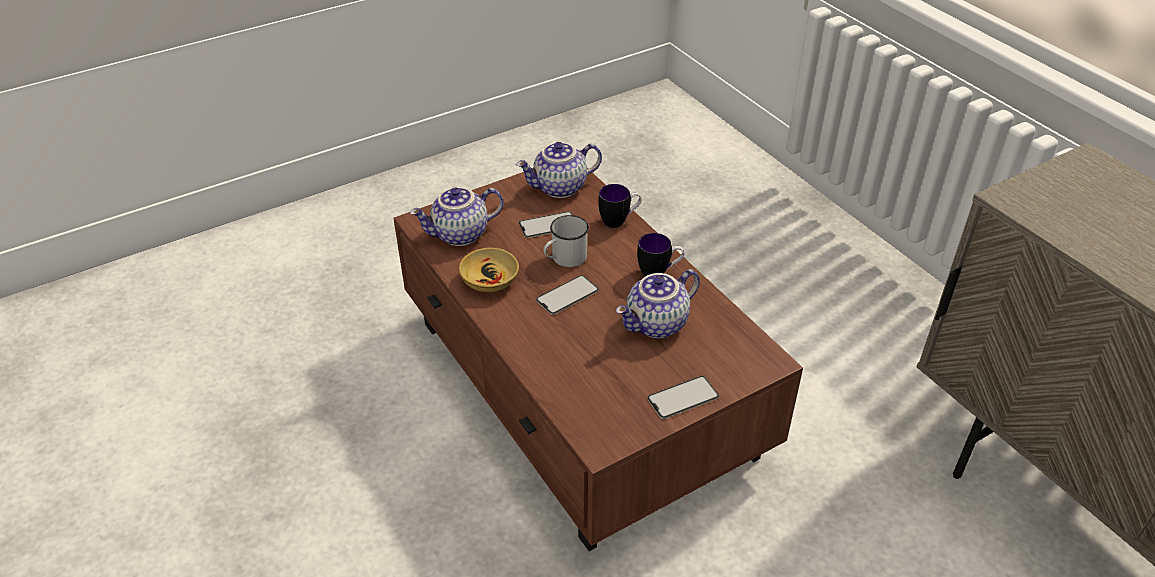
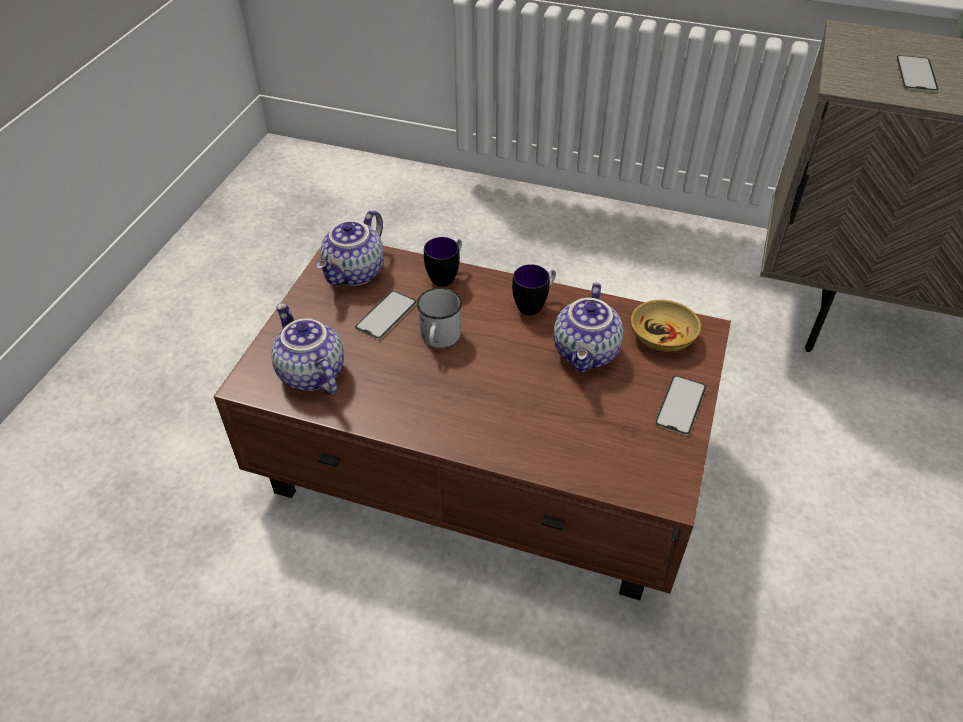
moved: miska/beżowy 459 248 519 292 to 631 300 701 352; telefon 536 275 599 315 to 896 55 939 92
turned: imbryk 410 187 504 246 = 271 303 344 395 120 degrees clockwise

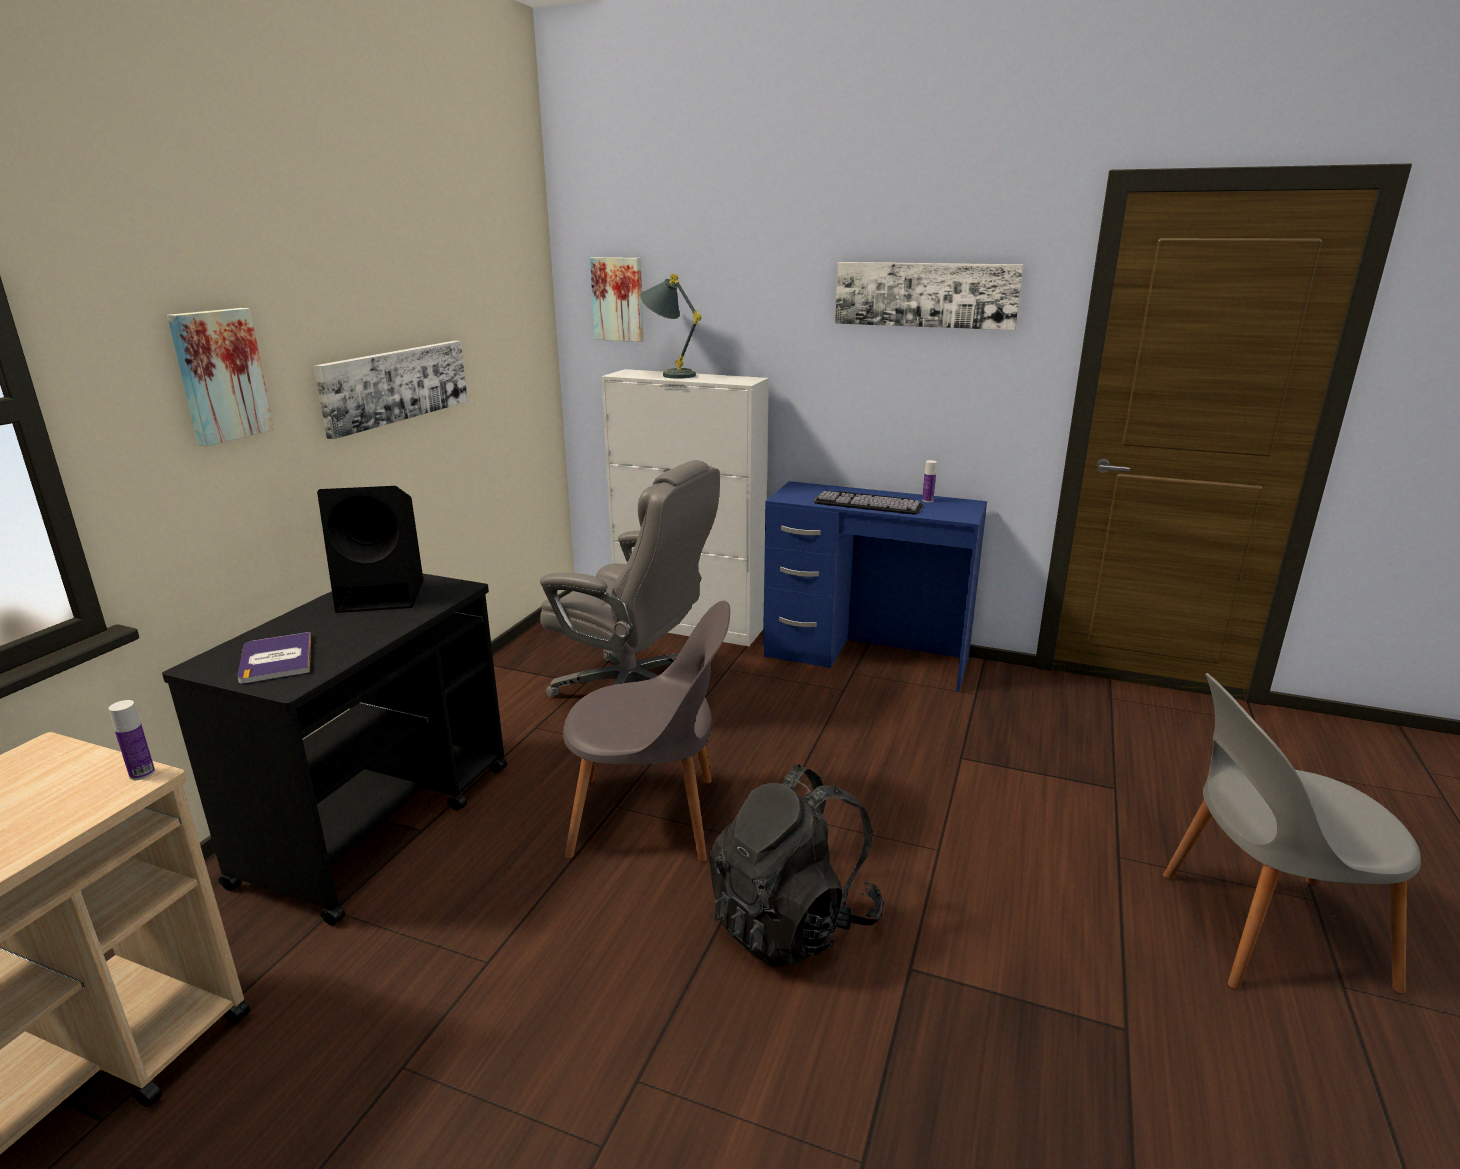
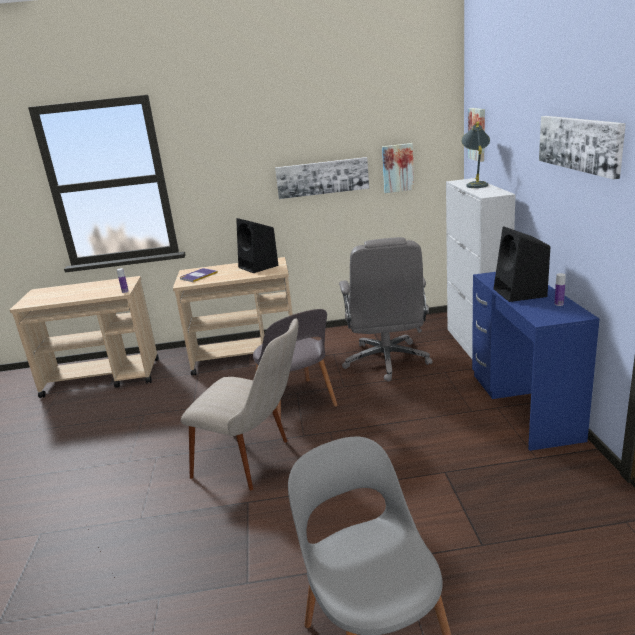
moved: obraz 167 308 274 446 to 382 143 414 193
replaced: klawiatura 813 491 924 514 to głośnik/czarny 494 226 550 302; plecak/czarny 709 764 884 968 to krzesło/beżowy 181 318 299 490
recoloured: wózek/czarny 162 574 507 926 to wózek/beżowy 173 257 293 376

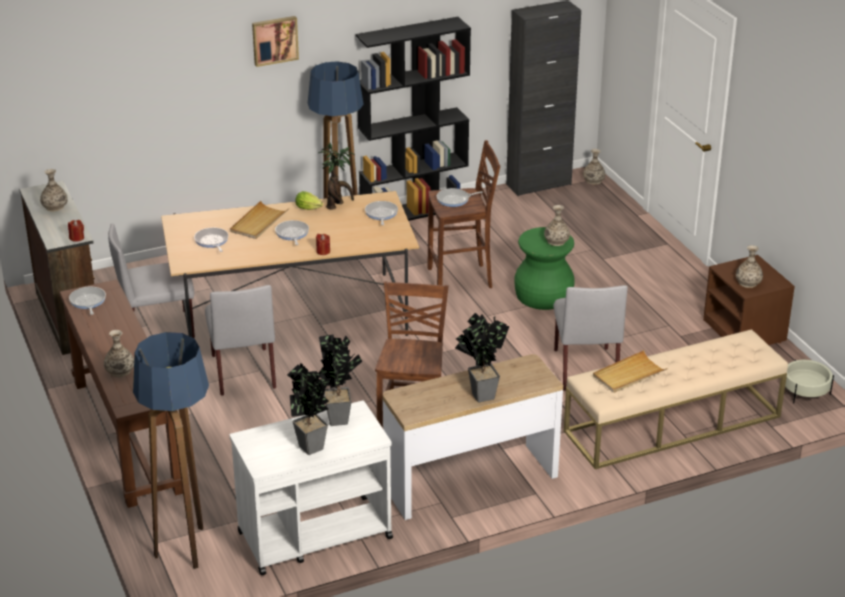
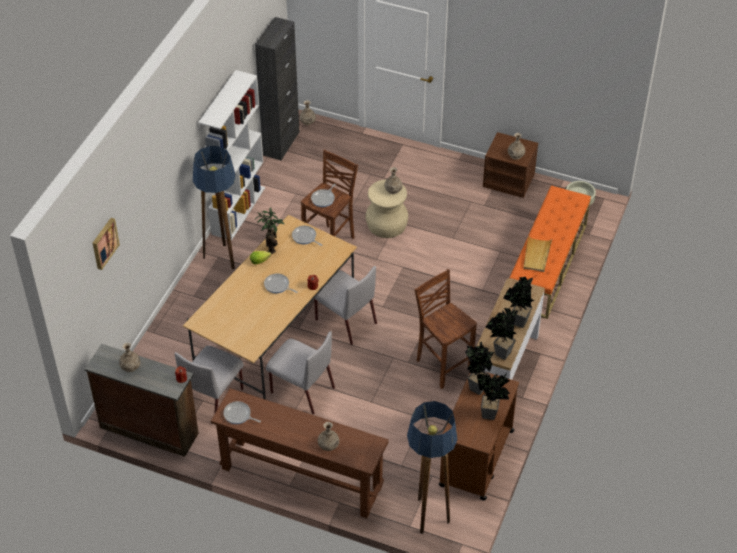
removed: taca/beżowy 230 201 289 239; patelnia 194 228 228 252
added: roślina doniczkowa 486 308 518 360
moved: obraz 252 16 299 67 to 93 218 120 270; krzesło/szary 553 285 628 391 to 314 266 377 345
recoloured: regał/czarny 356 17 471 221 to regał/biały 198 70 265 241; stołek/zielony 514 227 575 310 to stołek/beżowy 365 179 408 238; ławka/beżowy 564 329 788 469 to ławka/pomarańczowy 509 186 591 319; wózek/biały 230 401 393 575 to wózek/brązowy 439 371 519 500

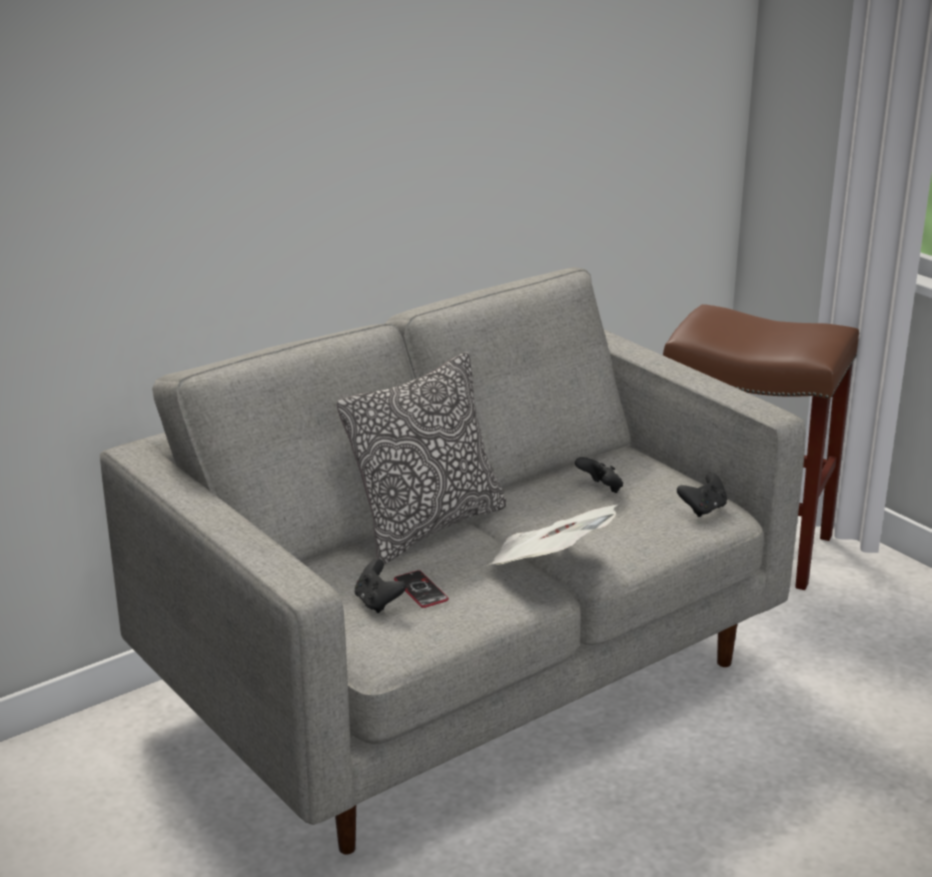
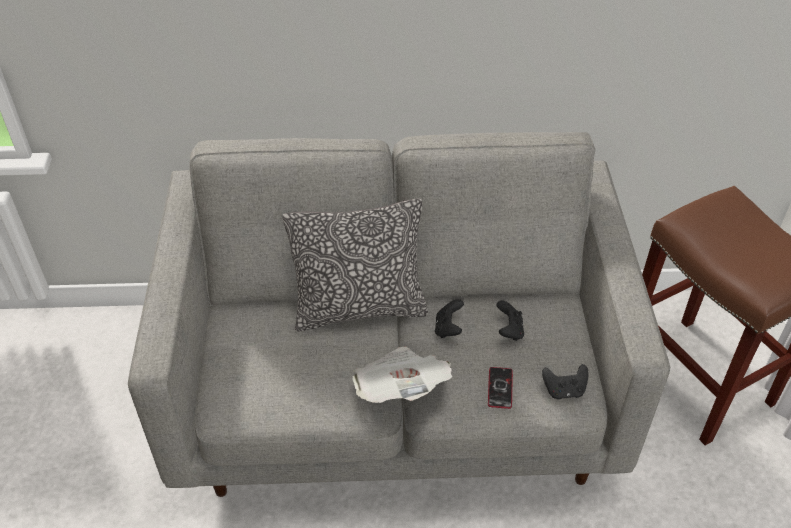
moved: pad do gier/czarny 355 559 406 613 to 435 299 464 338; telefon 394 570 449 608 to 488 367 513 409

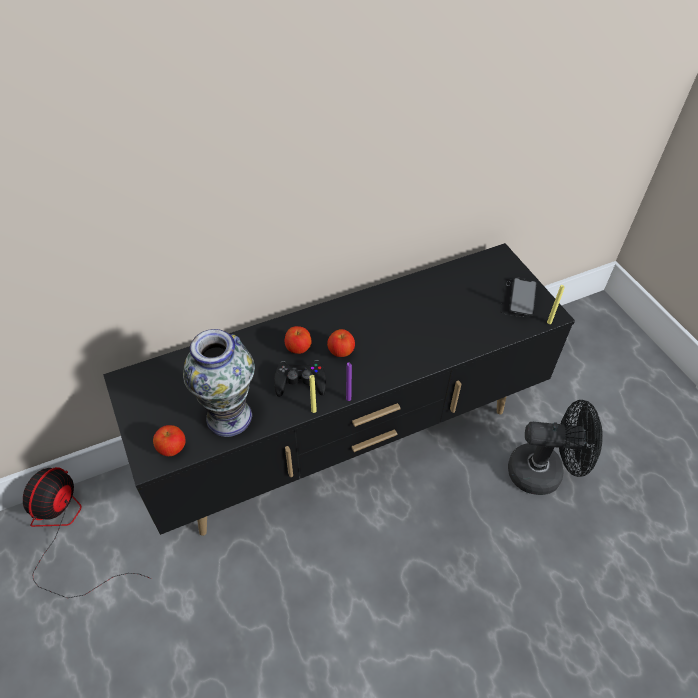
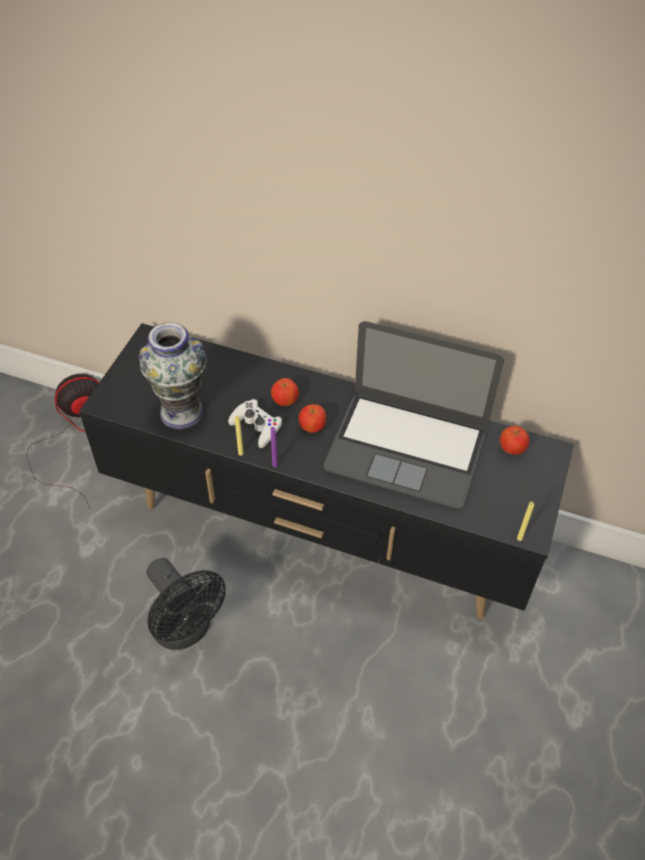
removed: telefon 500 277 537 317
added: laptop 324 321 504 509
moved: wentylator/czarny 508 400 603 495 to 146 558 226 650; jabłko 153 425 186 456 to 500 426 529 455
recoloured: pad do gier/czarny 274 360 326 397 to pad do gier/biały 228 399 282 448

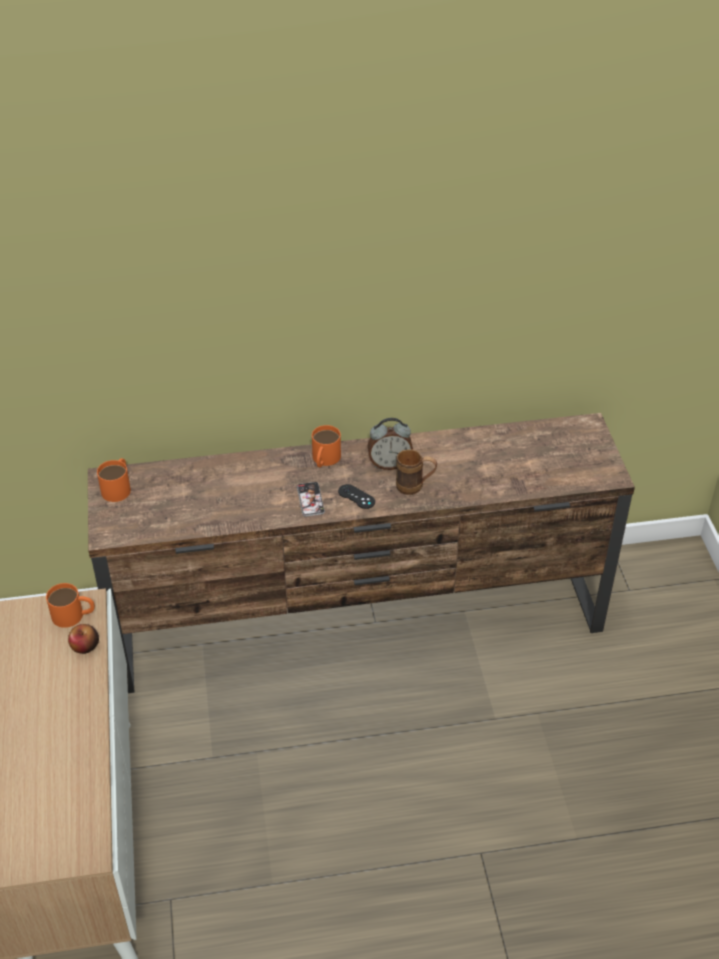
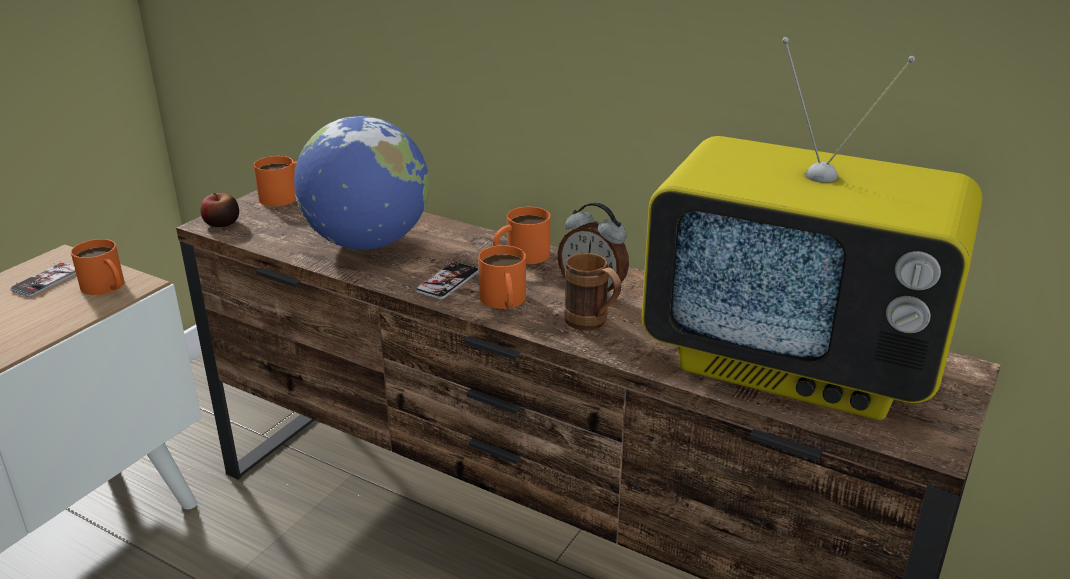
added: telewizor 642 37 983 420; globus 294 116 430 250; telefon 10 261 76 297
moved: jabłko 68 624 99 654 to 200 193 239 227
replaced: pad do gier/czarny 338 484 375 509 to kubek/pomarańczowy 478 245 526 309

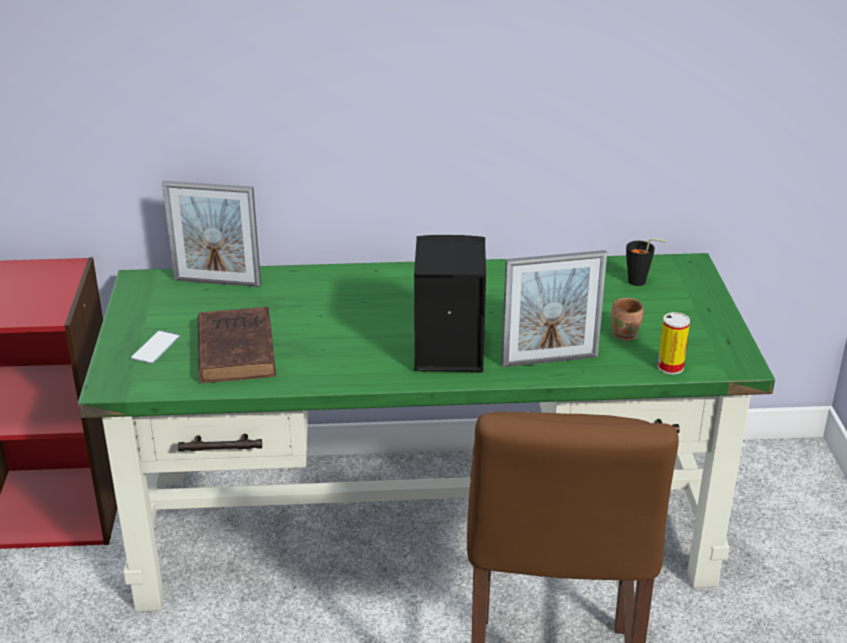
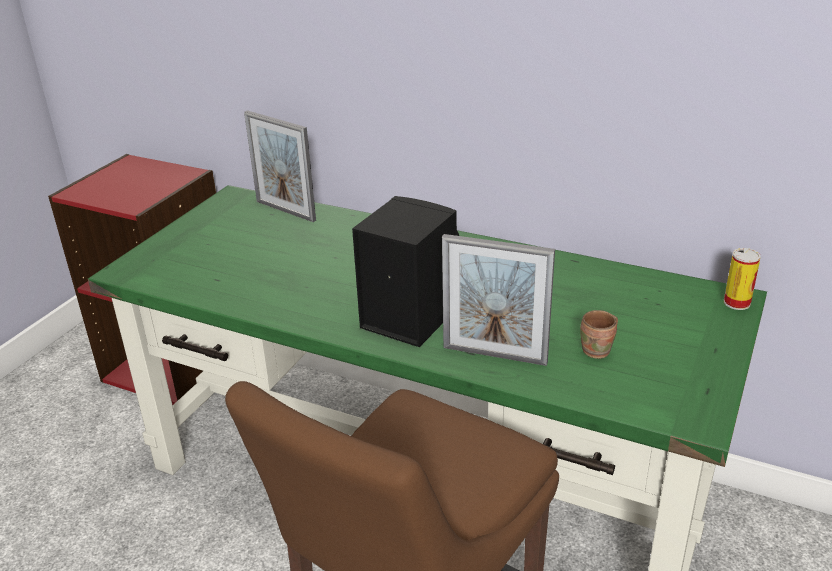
removed: filiżanka/czarny 626 238 666 286; książka/brązowy 198 307 276 383; telefon 131 330 180 364
moved: puszka 658 312 690 375 to 724 248 761 310

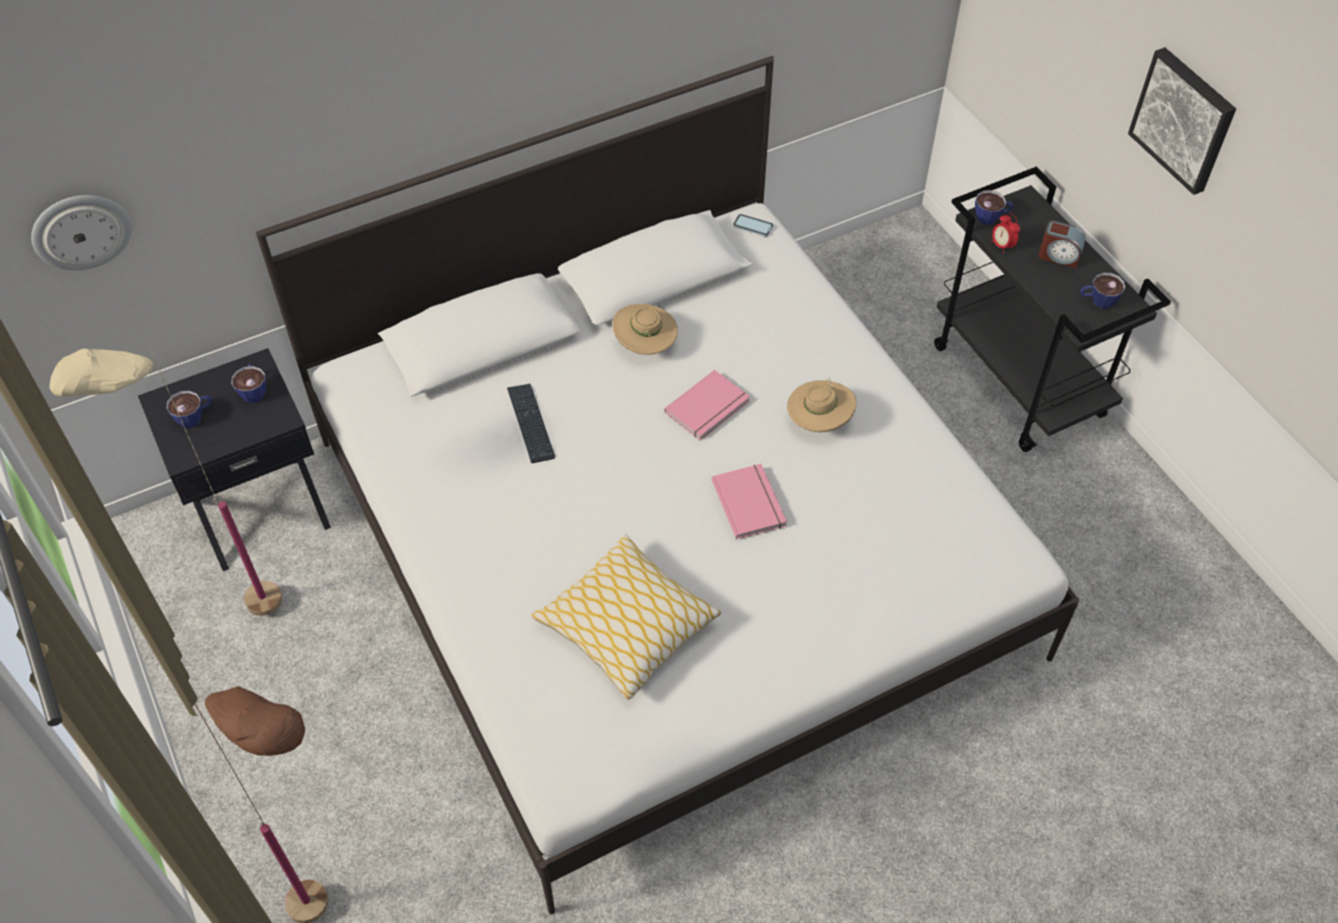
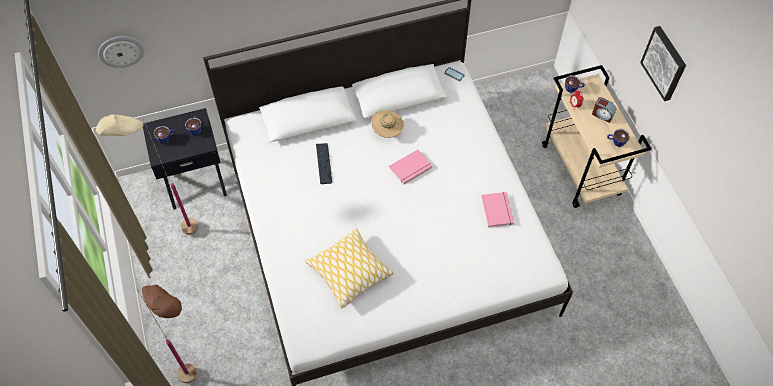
removed: kapelusz/beżowy 787 378 856 432
moved: książka/różowy 712 464 787 539 to 481 192 514 228
recoloured: wózek/czarny 934 167 1171 452 to wózek/beżowy 542 65 652 208

